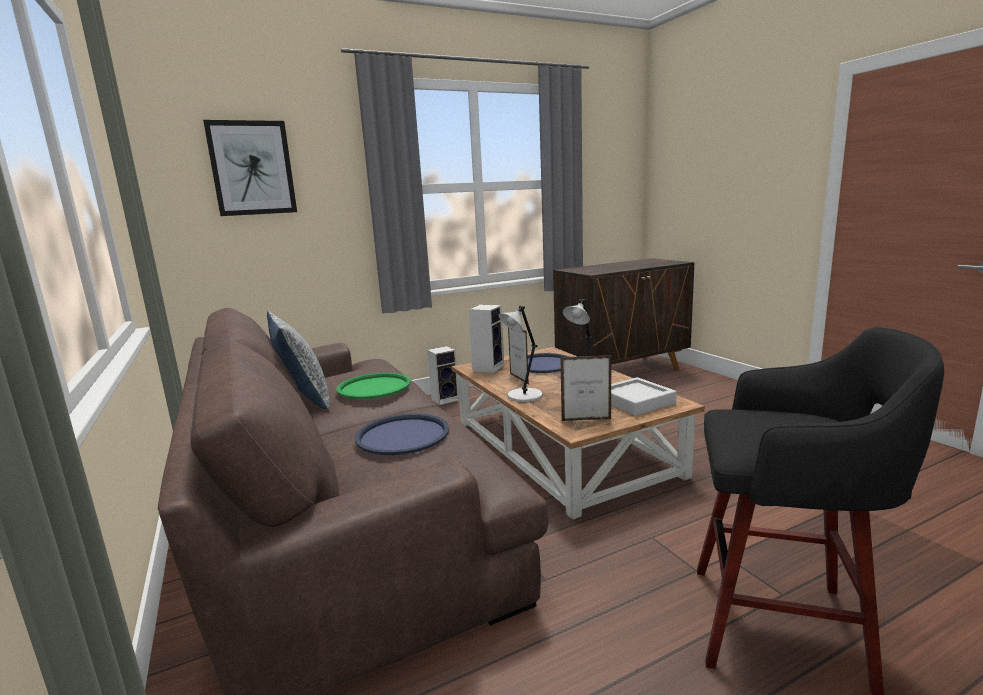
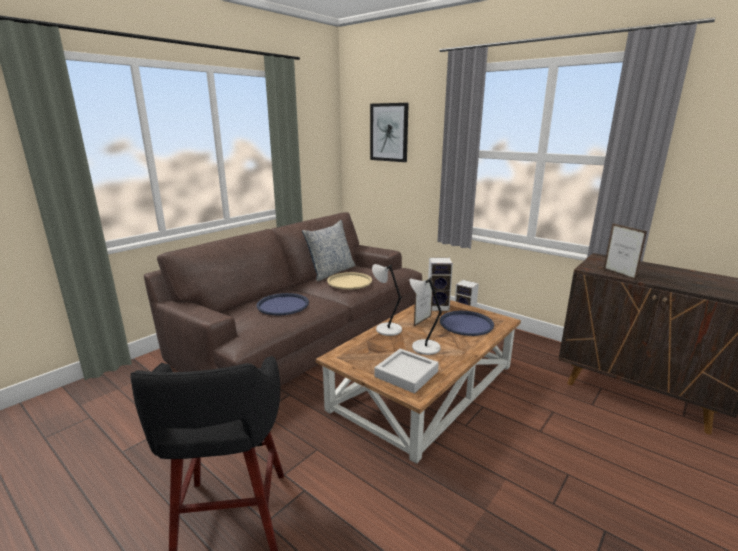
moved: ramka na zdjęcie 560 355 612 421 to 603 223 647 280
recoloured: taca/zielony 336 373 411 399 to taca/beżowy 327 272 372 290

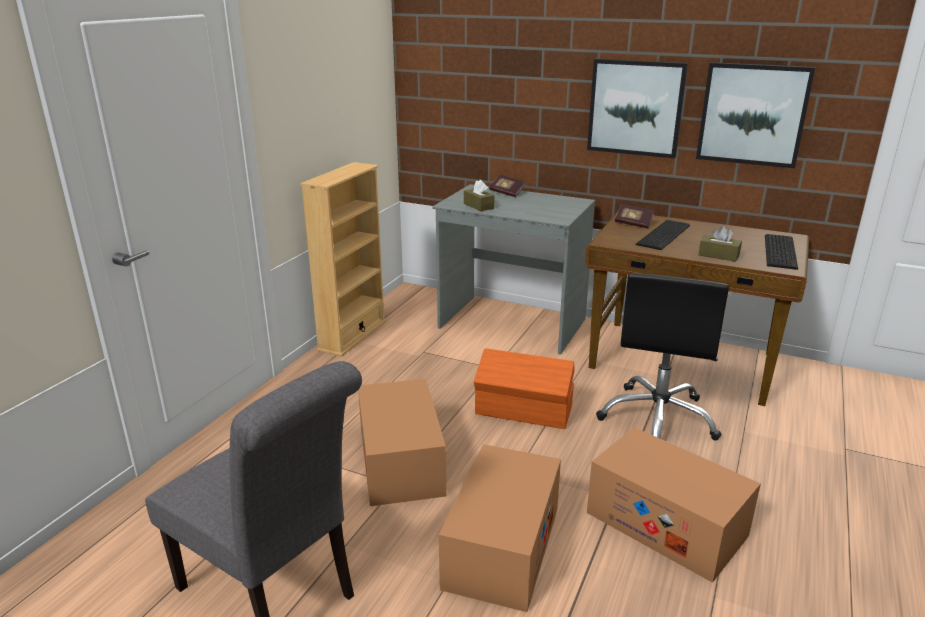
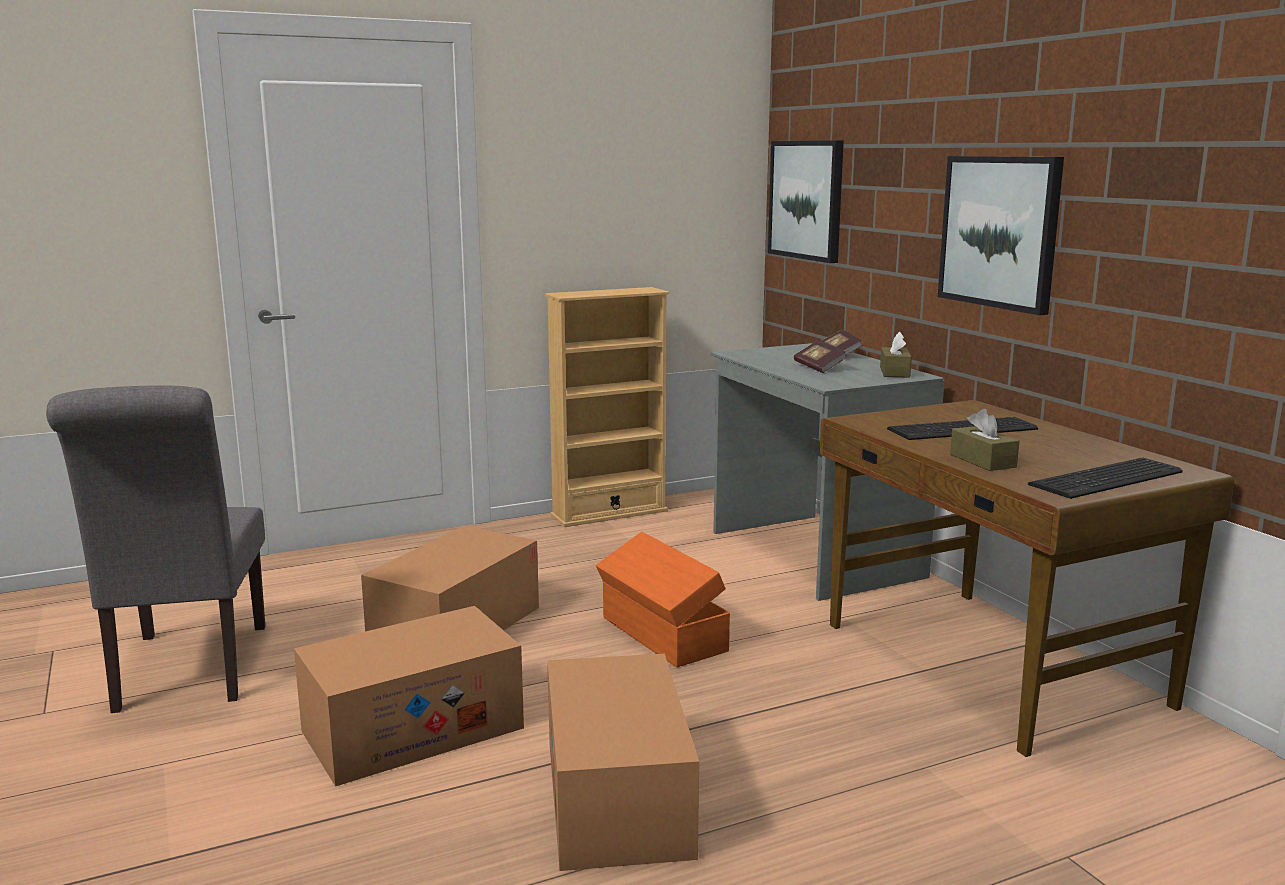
removed: krzesło biurowe/czarny 596 273 729 441
moved: obraz 696 62 815 168 to 768 140 844 263; pudełko chusteczek/brązowy 464 180 494 211 to 880 332 912 378; książka 615 204 654 229 to 794 340 847 373

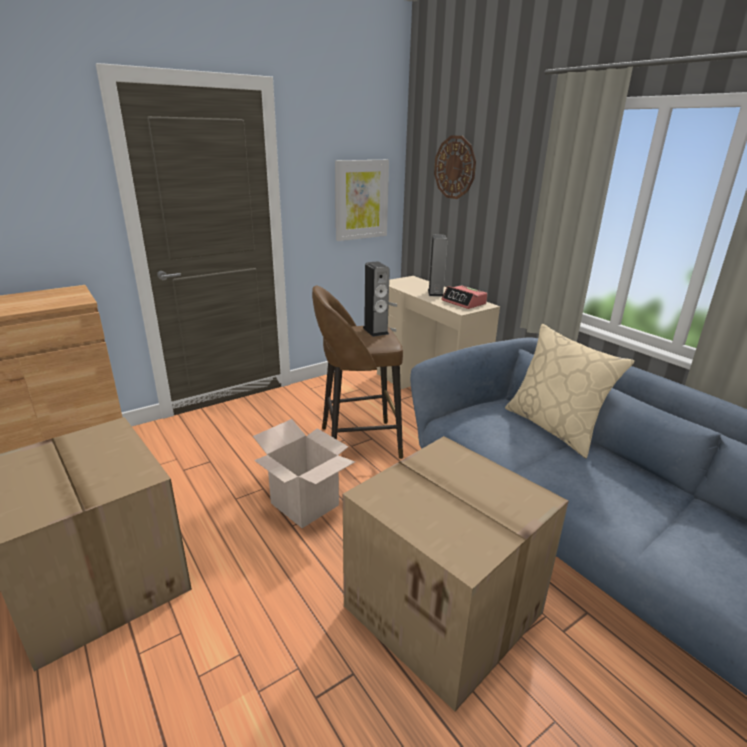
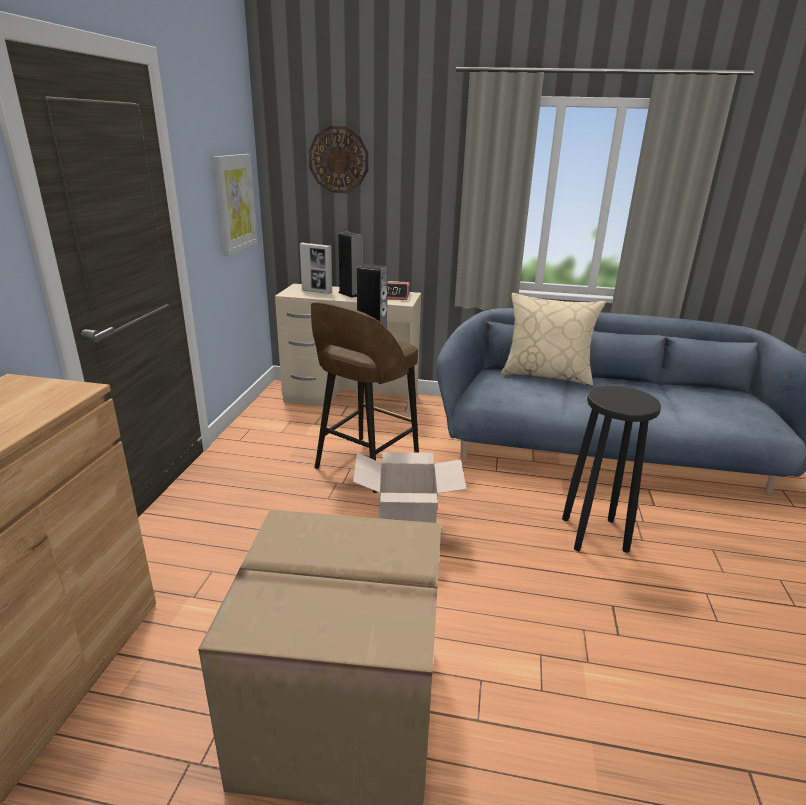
added: ramka na zdjęcie 300 243 332 294
replaced: karton 343 436 569 711 to stołek/czarny 562 386 661 553

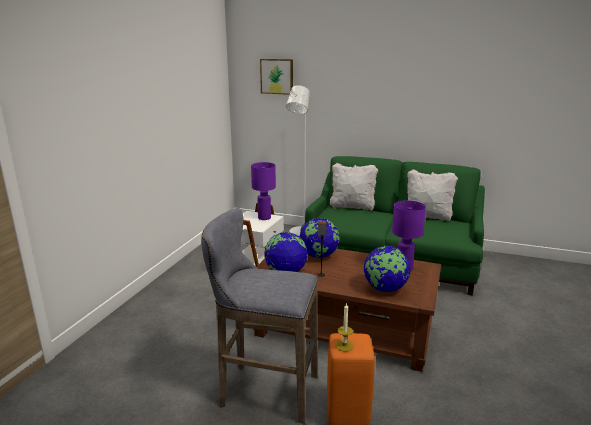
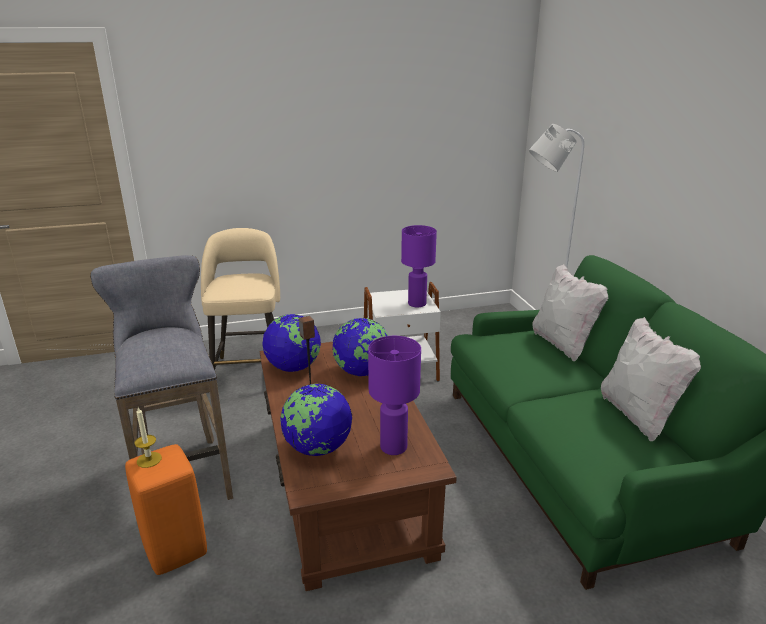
removed: obraz 260 59 293 95
added: stołek/beżowy 201 228 280 370

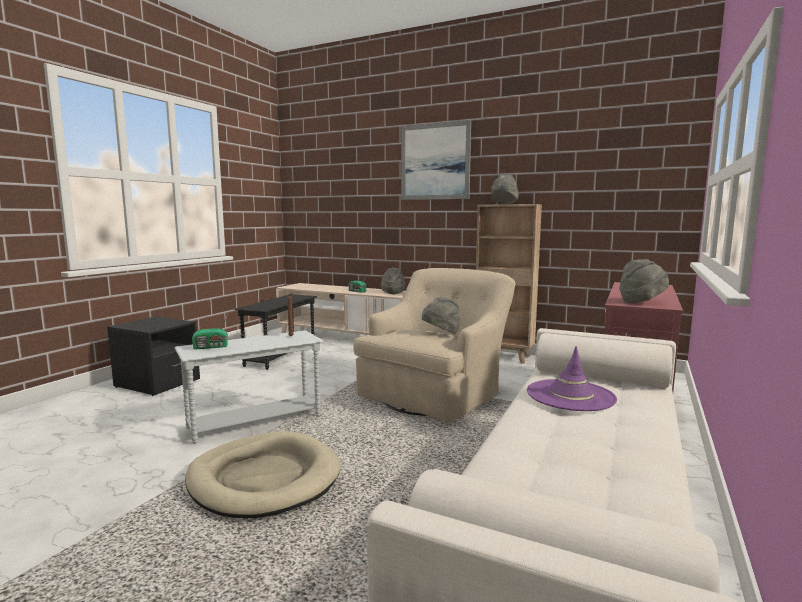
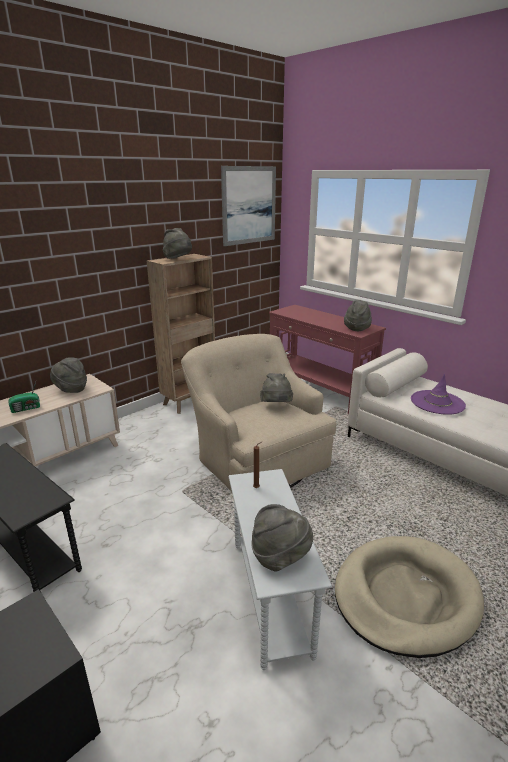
moved: obraz 401 120 471 200 to 221 166 276 246
replaced: radio 192 313 229 350 to kapelusz/szary 251 504 313 572

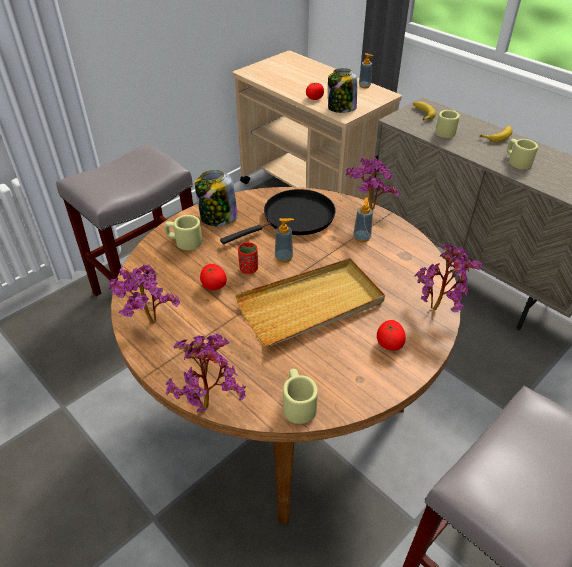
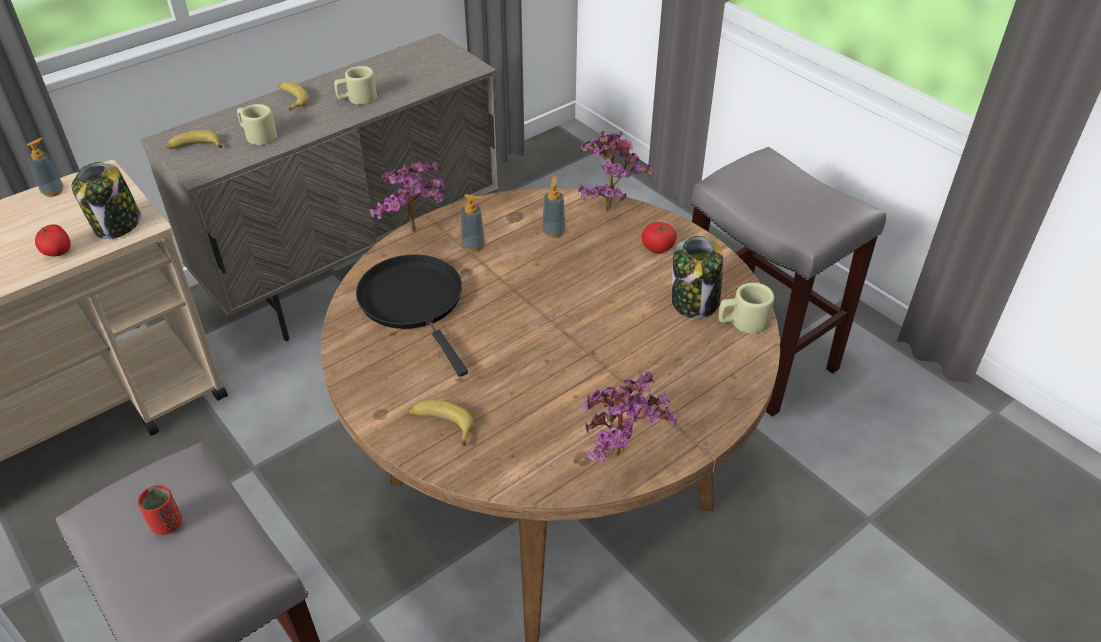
removed: taca/beżowy 235 258 385 347; pomidor 200 264 227 290; roślina doniczkowa 165 333 246 412
moved: słoik 195 170 238 226 to 672 236 723 319; dozownik mydła 275 218 294 263 to 542 176 565 238; filiżanka/czerwony 238 242 258 274 to 138 485 182 535
replaced: kubek/beżowy 165 215 203 250 to banan 408 400 474 446

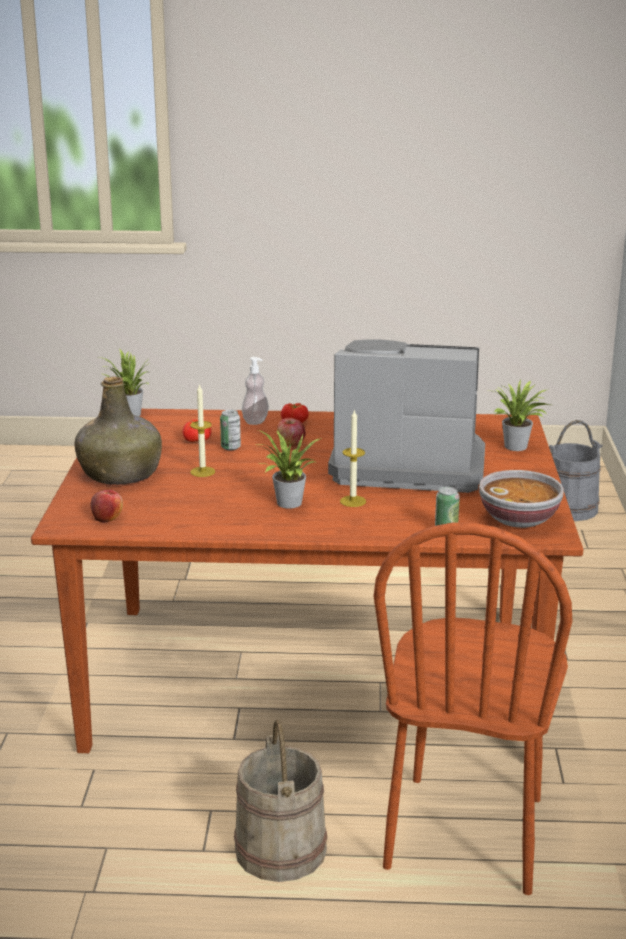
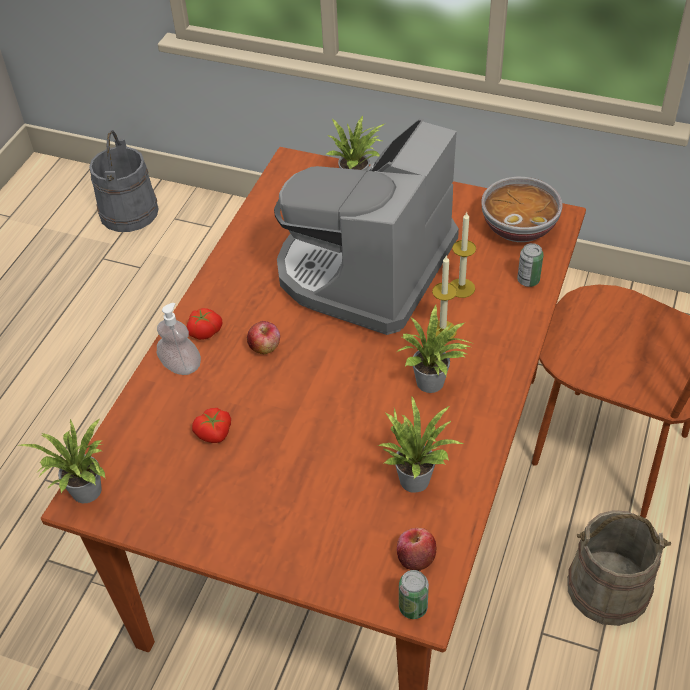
removed: butelka/zielony 74 376 162 485
added: roślina doniczkowa 378 397 463 493
moved: świeca 190 384 215 477 to 450 211 476 298; puszka 220 410 241 451 to 399 570 429 619

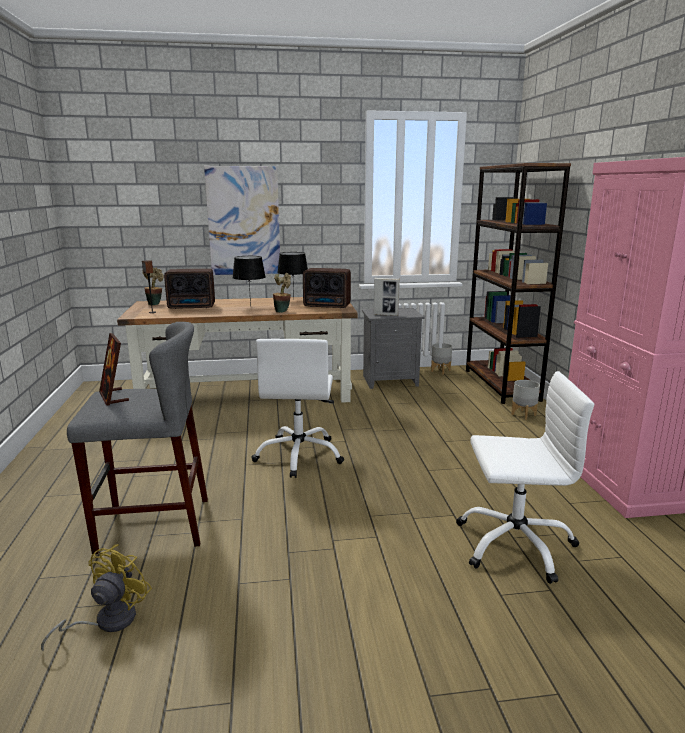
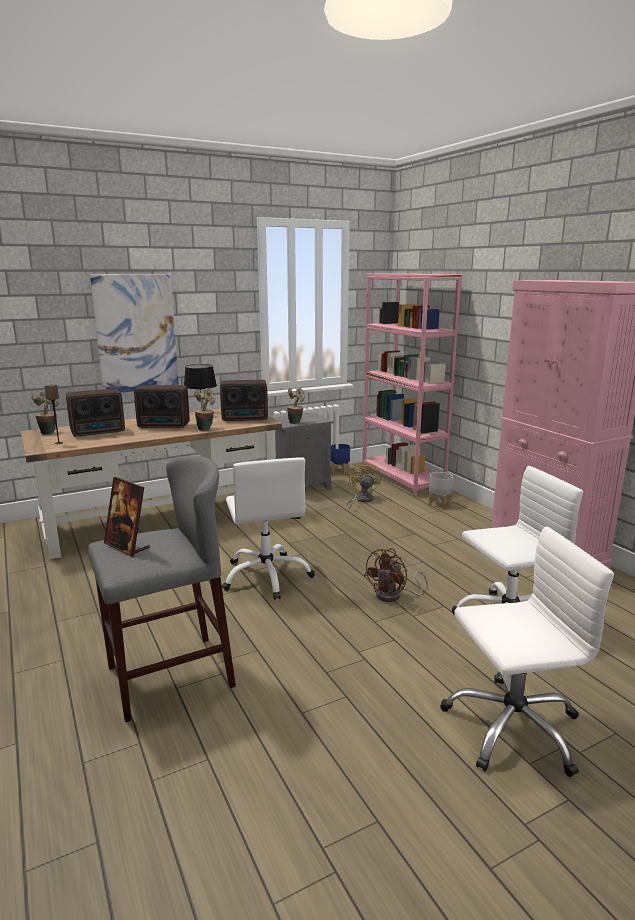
added: krzesło biurowe/biały 440 526 614 777; wentylator/brązowy 364 548 428 602
moved: wentylator/żółty 41 544 152 652 to 347 462 381 510
replaced: lampa stołowa/czarny 232 256 266 307 to radio 134 385 190 428; ramka na zdjęcie 374 278 400 316 to roślina doniczkowa 287 387 305 424
recoloured: regał/brązowy 466 163 571 404 to regał/różowy 362 273 462 496; donica/szary 431 343 452 375 to donica/niebieski 331 444 350 475

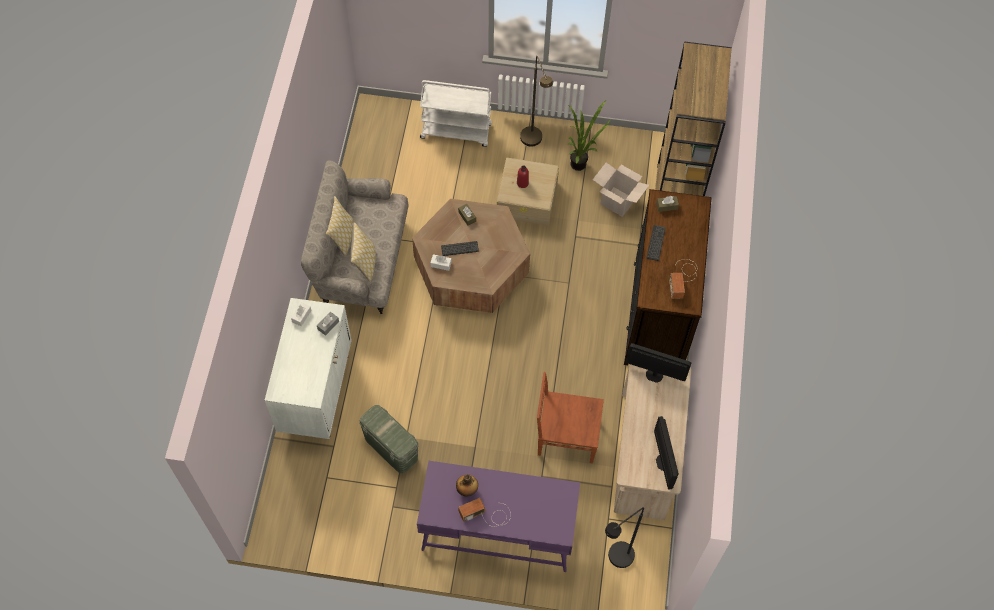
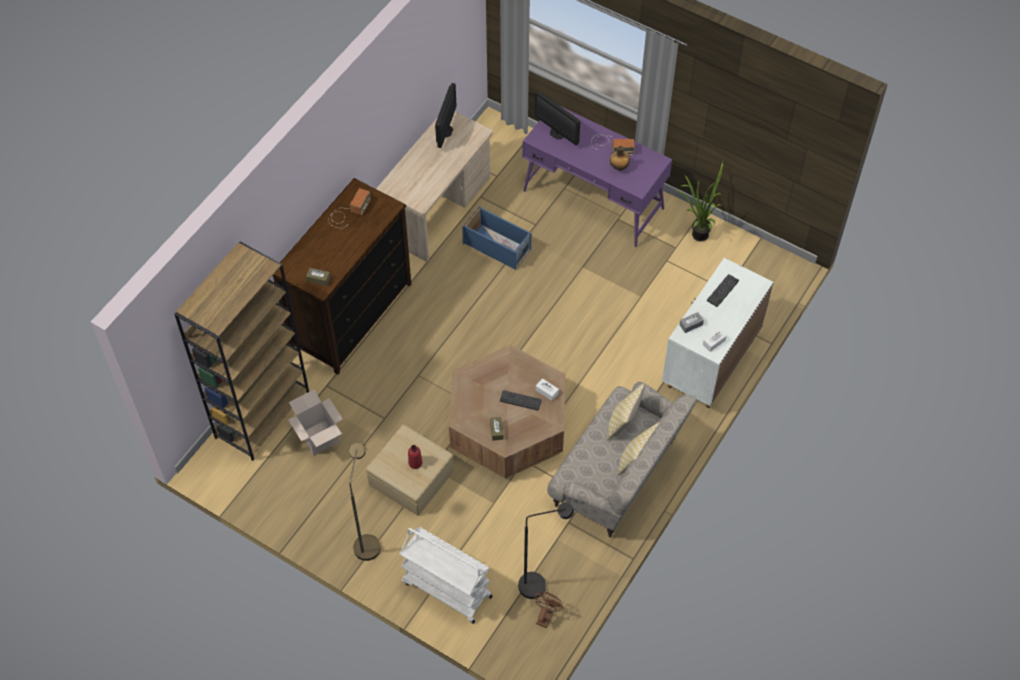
removed: pojemnik do przechowywania/zielony 360 405 418 474
added: wentylator/brązowy 533 592 563 628
moved: roślina doniczkowa 567 101 610 171 to 676 162 723 242; klawiatura 647 225 666 261 to 707 274 739 307; monitor 626 343 691 383 to 534 91 580 145; lampa stojąca/czarny 605 507 644 568 to 518 502 574 599
replaced: krzesło/brązowy 537 372 604 463 to pojemnik do przechowywania/niebieski 462 205 531 270

